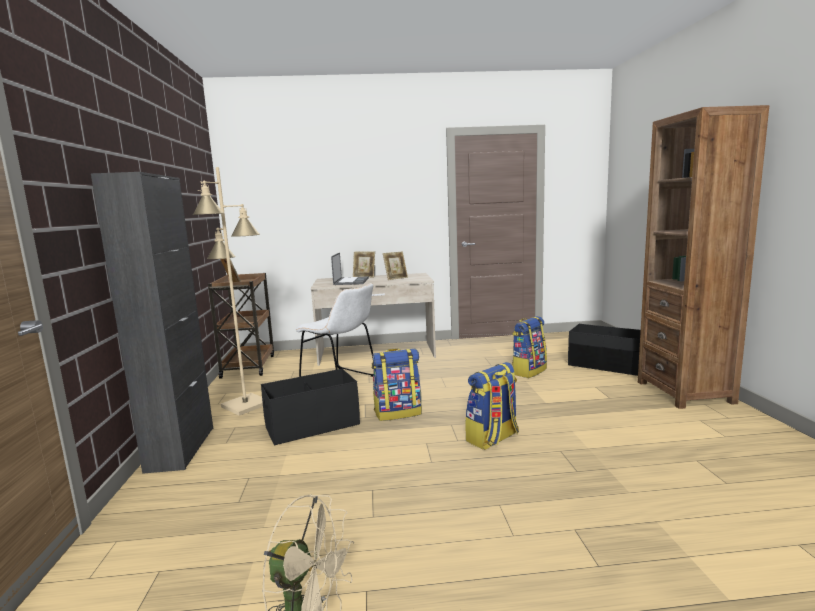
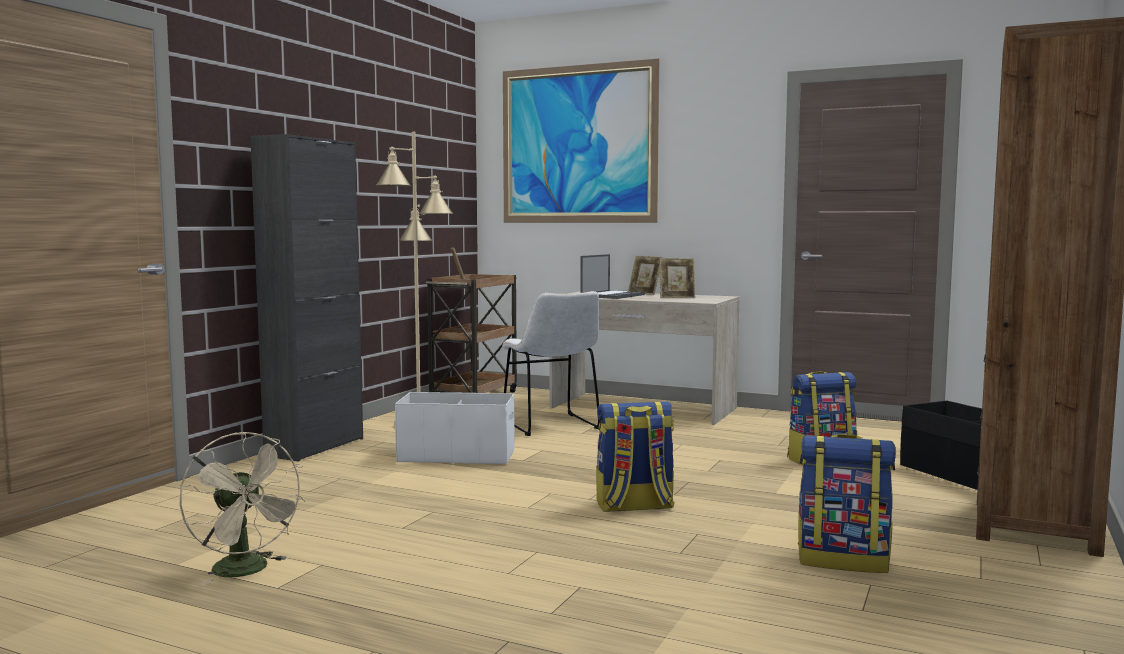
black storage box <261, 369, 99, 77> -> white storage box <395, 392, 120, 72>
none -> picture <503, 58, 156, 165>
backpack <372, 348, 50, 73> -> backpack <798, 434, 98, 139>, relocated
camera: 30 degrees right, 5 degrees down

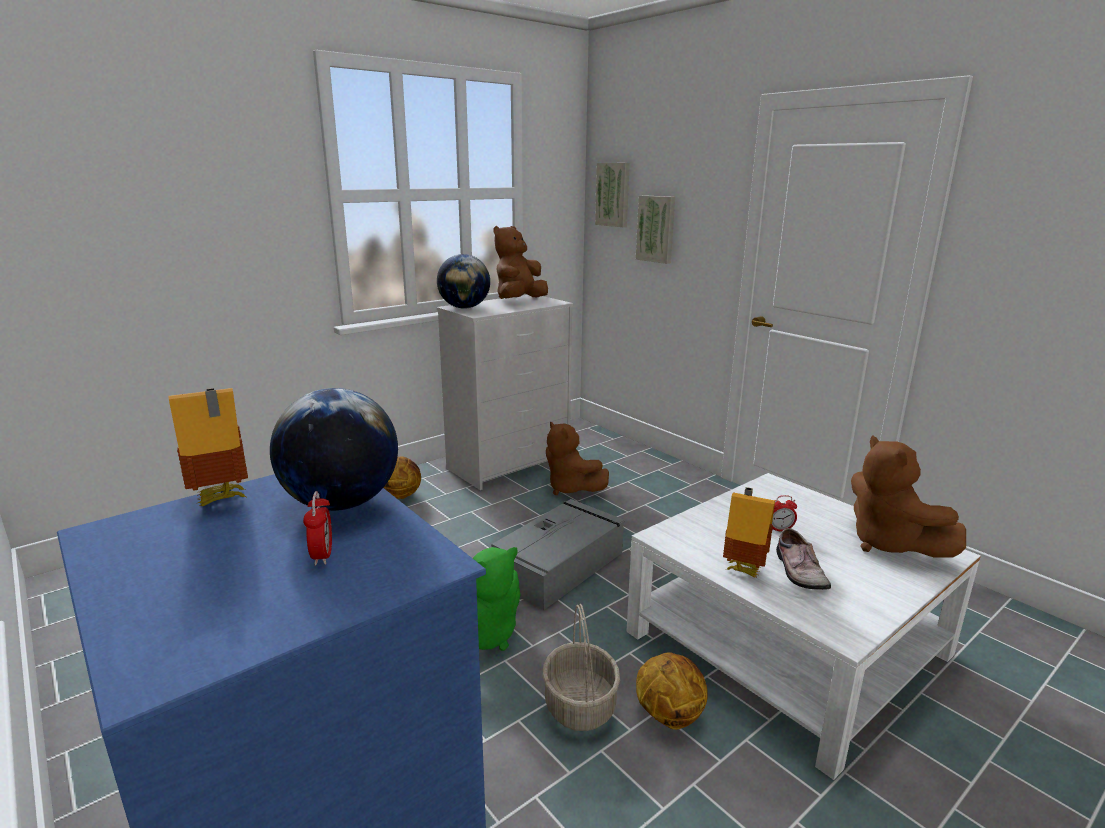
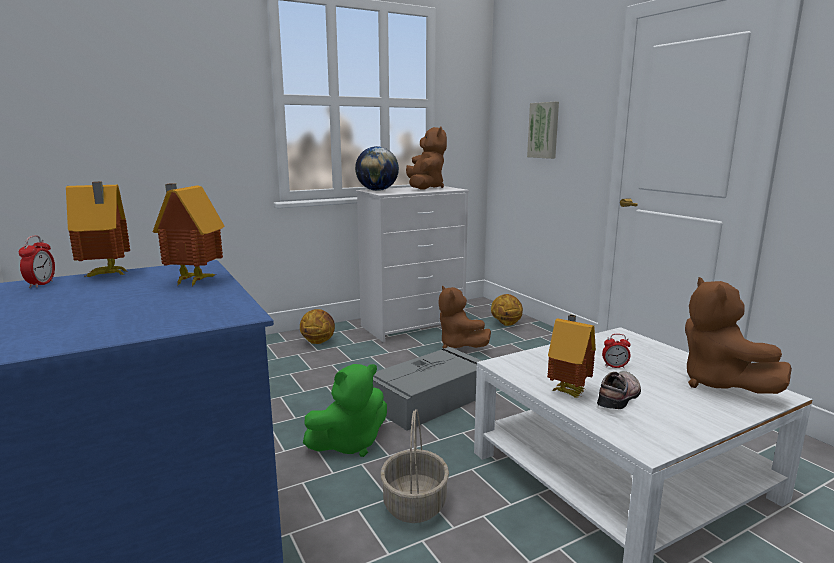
alarm clock <303, 491, 29, 75> -> alarm clock <19, 235, 36, 53>, relocated
globe <270, 388, 128, 123> -> toy house <153, 184, 71, 103>
brown plush toy <494, 226, 54, 73> -> brown plush toy <406, 126, 41, 64>, 135 degrees clockwise
basketball <636, 652, 72, 78> -> basketball <491, 294, 32, 32>, relocated
shoe <776, 528, 55, 62> -> shoe <597, 371, 44, 38>, 150 degrees counterclockwise
picture <595, 163, 35, 64> -> none
camera: 10 degrees right, 5 degrees down

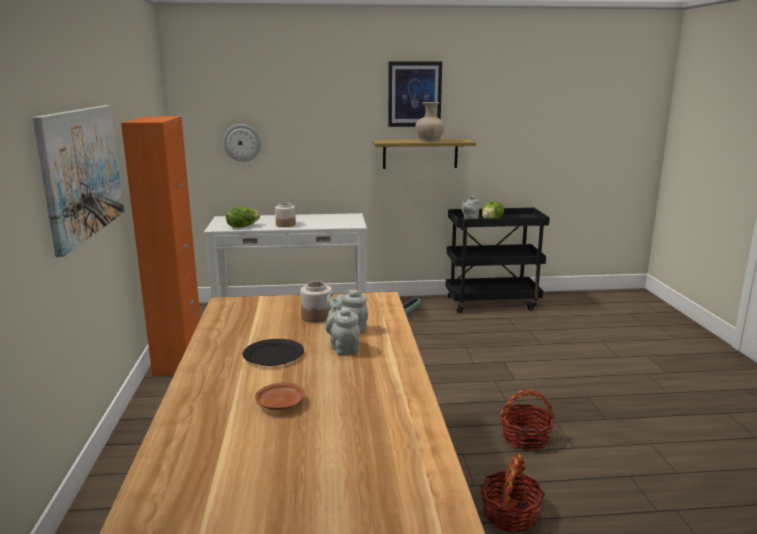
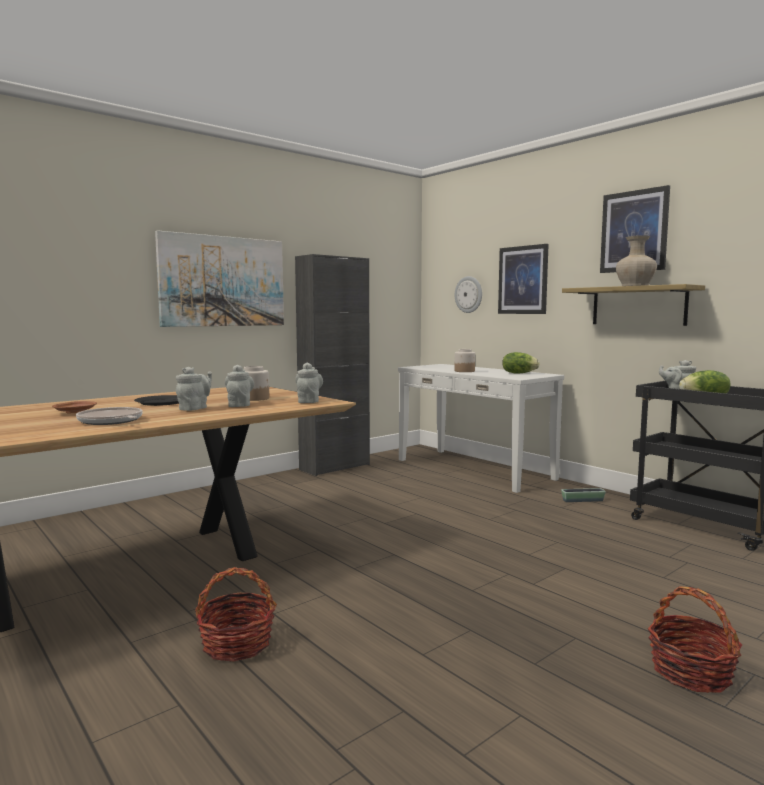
none -> frying pan <76, 407, 67, 18>
orange cabinet <121, 116, 79, 261> -> black cabinet <295, 254, 75, 222>
none -> grey teapot <295, 363, 28, 40>
none -> picture <498, 244, 51, 70>
lettuce <226, 207, 34, 20> -> lettuce <502, 352, 38, 21>, relocated
basket <500, 389, 55, 62> -> basket <648, 586, 94, 107>, relocated
camera: 55 degrees right, 10 degrees down

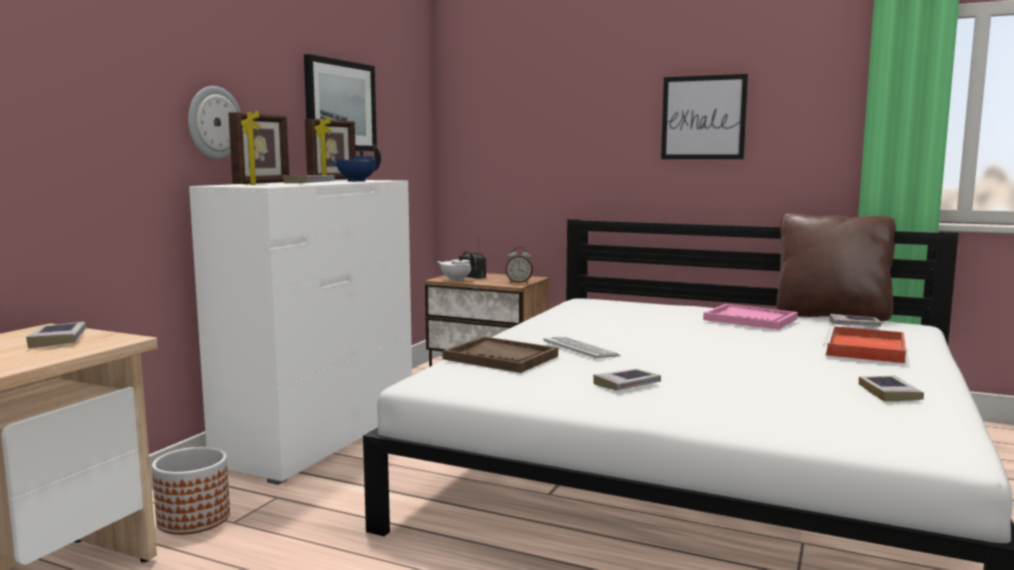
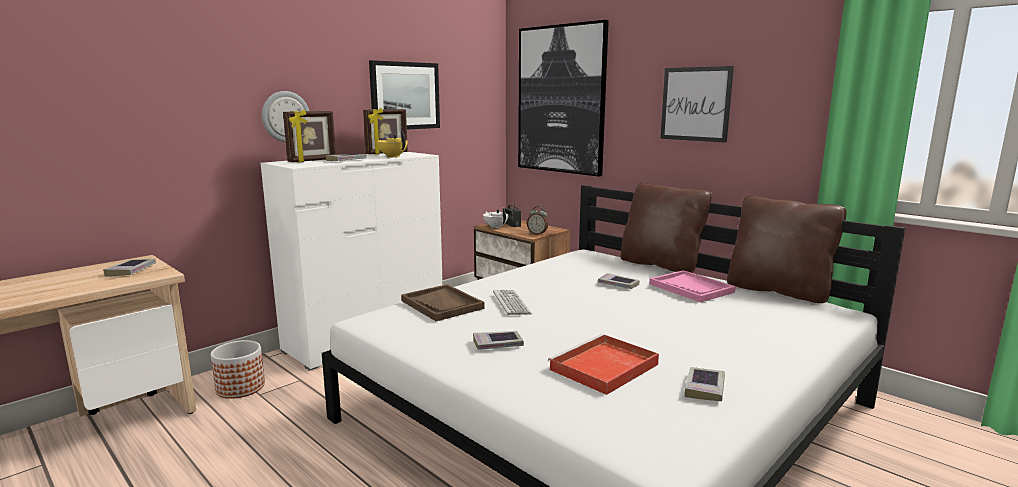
blue teapot <330, 145, 51, 37> -> yellow teapot <377, 131, 31, 27>
none -> picture <518, 20, 91, 156>
red tray <823, 326, 83, 37> -> red tray <548, 334, 111, 61>, relocated
book <830, 314, 51, 13> -> book <598, 273, 42, 16>, relocated
none -> brown pillow <620, 183, 92, 90>
camera: 20 degrees right, 5 degrees up

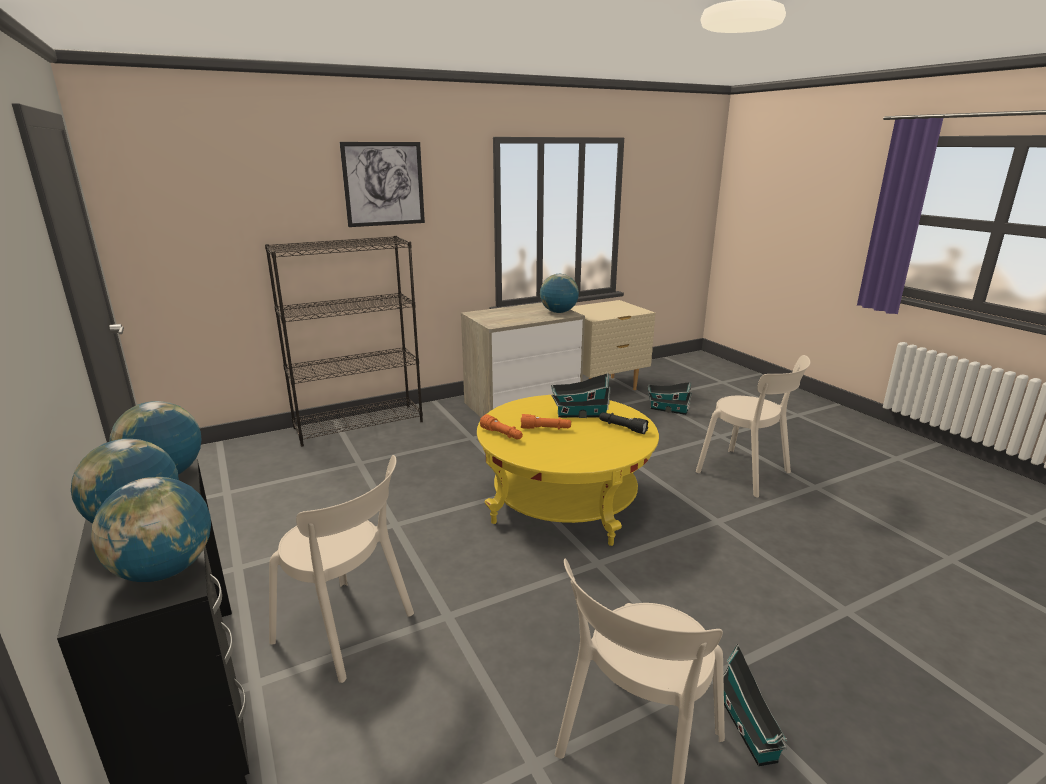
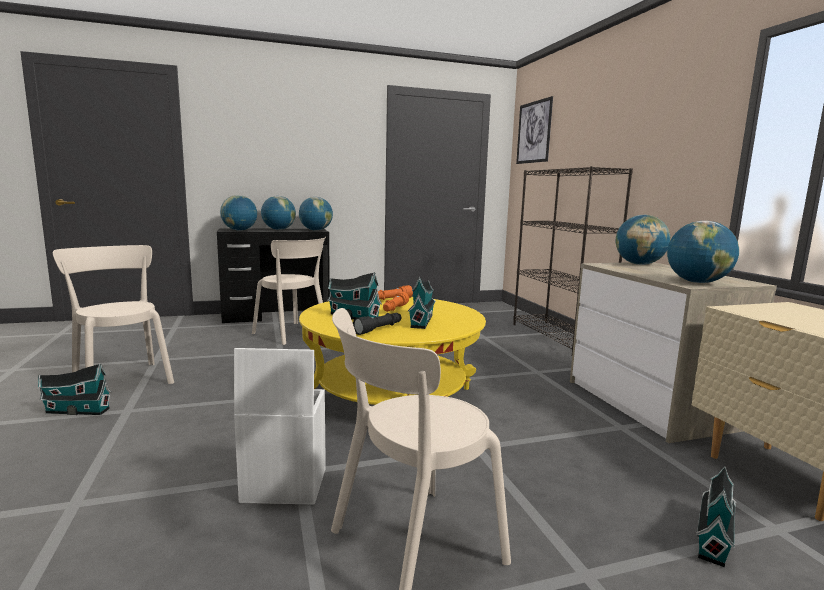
none -> white storage box <234, 348, 92, 156>
beige chair <269, 455, 145, 228> -> beige chair <252, 237, 74, 108>, 90 degrees counterclockwise
none -> toy house <328, 272, 54, 48>
picture <340, 142, 85, 85> -> picture <516, 96, 37, 68>, relocated
none -> globe <616, 215, 55, 50>
camera: 100 degrees right, 10 degrees down

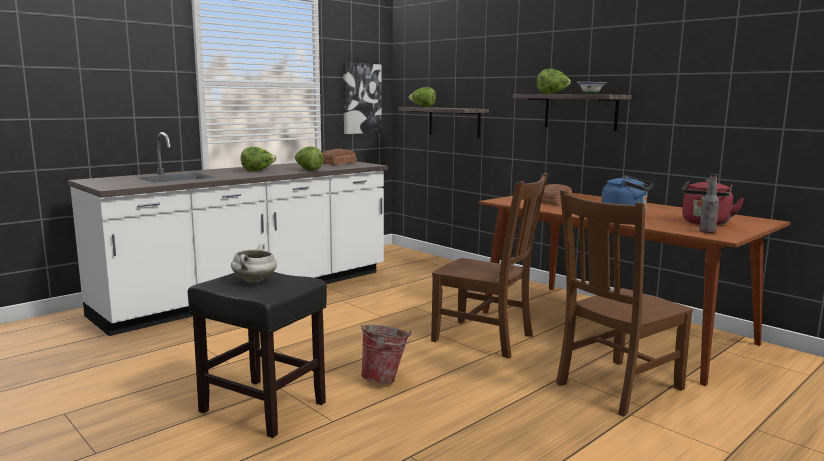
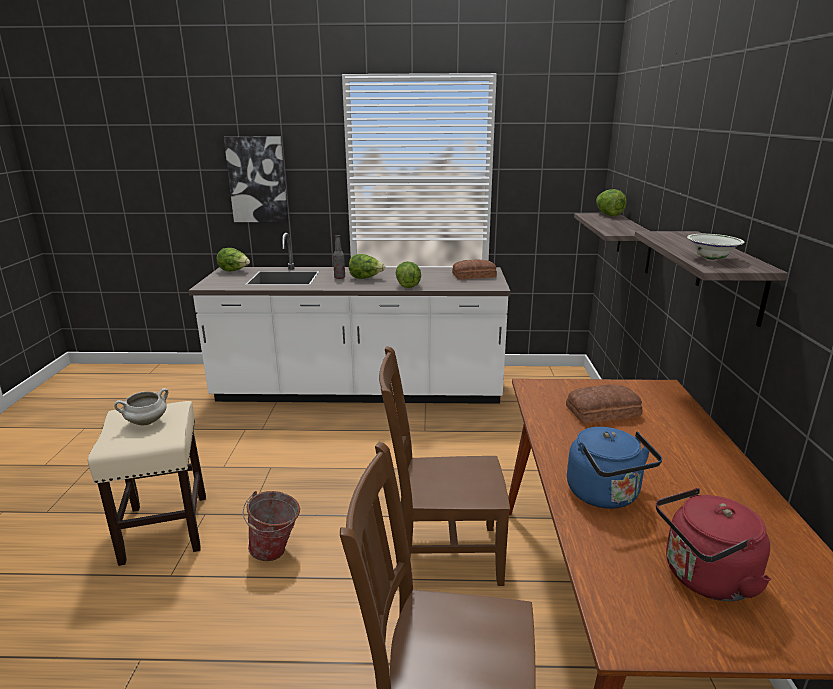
black stool <188, 271, 139, 167> -> beige stool <88, 401, 118, 165>
lettuce <537, 68, 34, 26> -> lettuce <217, 248, 33, 24>, relocated
picture <343, 63, 39, 71> -> picture <224, 137, 64, 85>, relocated
bottle <699, 174, 20, 59> -> bottle <333, 235, 12, 44>, relocated
brown chair <431, 173, 117, 186> -> brown chair <379, 346, 131, 240>, 105 degrees clockwise
camera: 45 degrees right, 10 degrees up

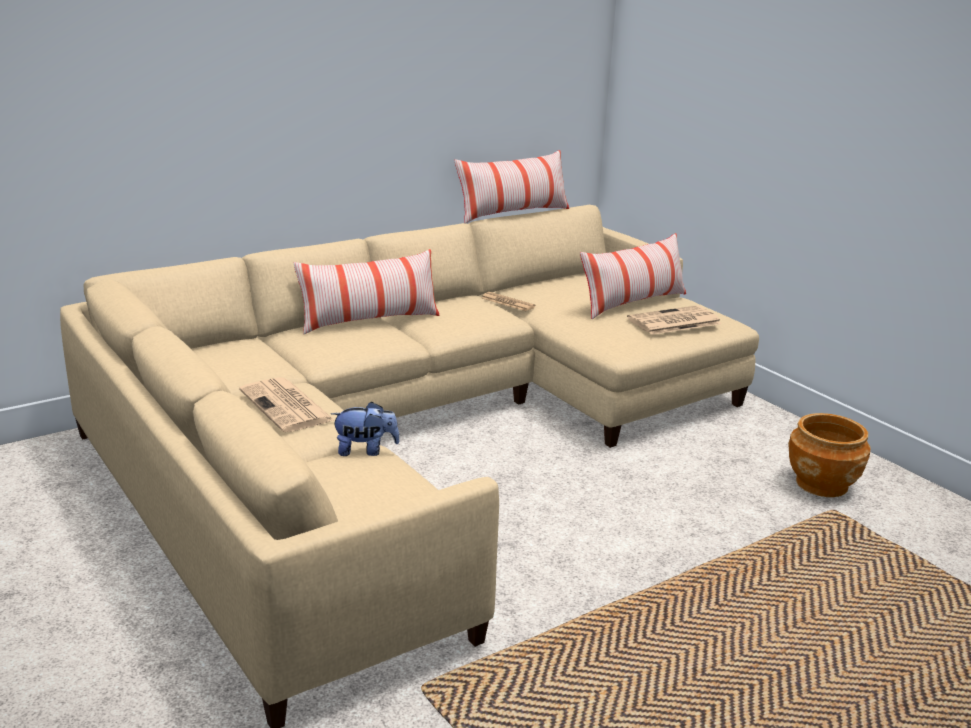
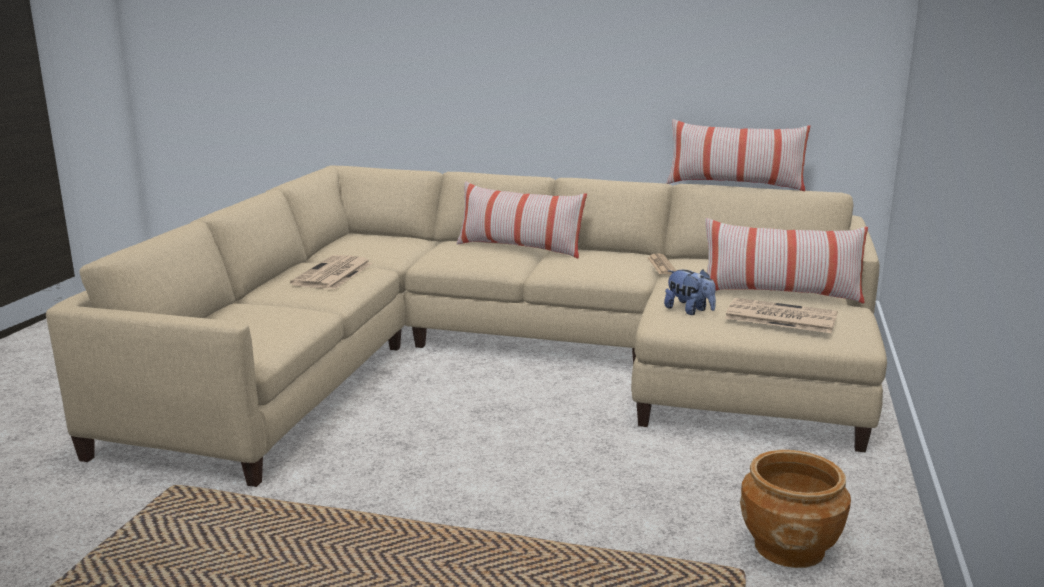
plush toy <331, 401, 69, 55> -> plush toy <664, 269, 52, 46>, relocated
camera: 50 degrees right, 5 degrees down

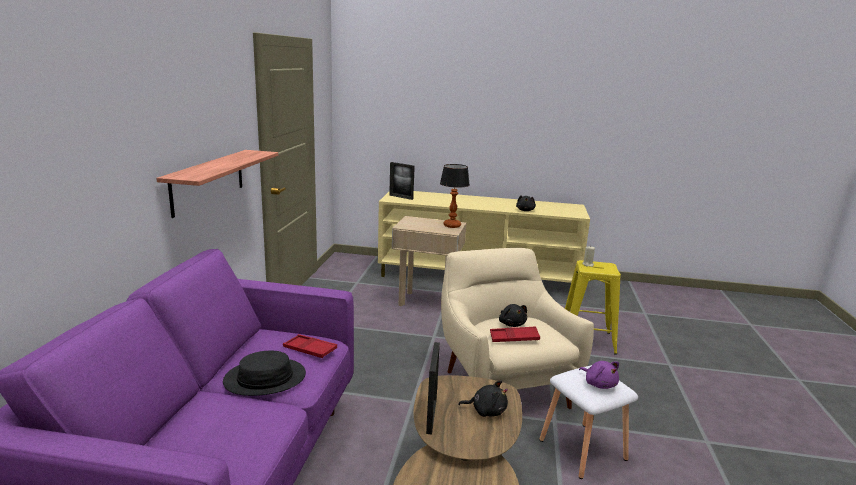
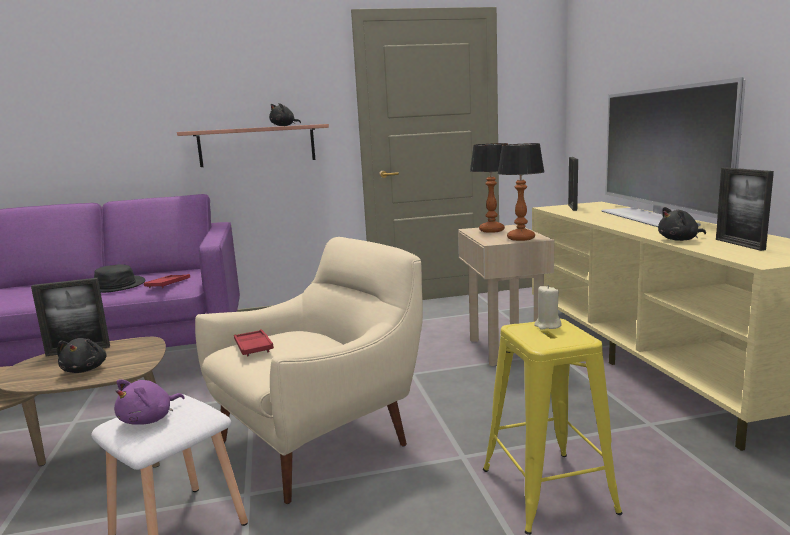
black plush toy <499, 304, 28, 23> -> black plush toy <269, 103, 32, 23>, relocated
none -> table lamp <470, 143, 38, 90>
none -> television <602, 77, 144, 150>
none -> picture frame <716, 168, 58, 83>
camera: 70 degrees right, 5 degrees down

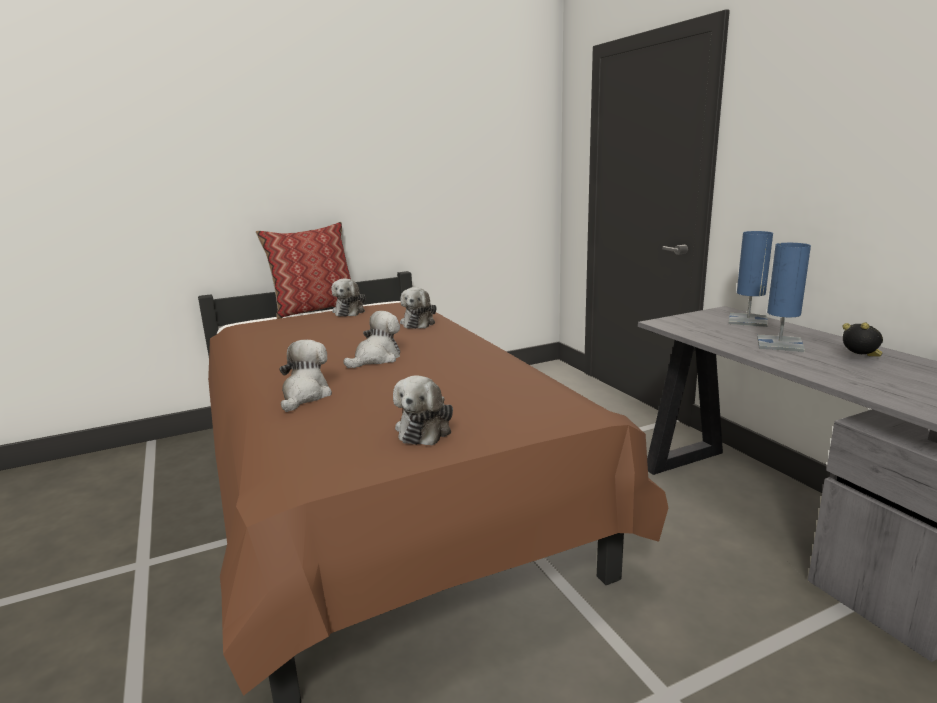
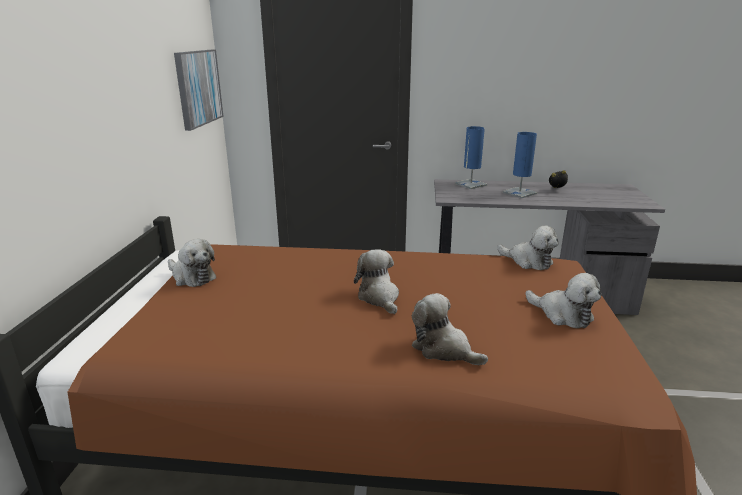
none -> picture <174, 50, 50, 81>
plush toy <400, 287, 36, 42> -> plush toy <497, 226, 62, 44>, relocated
pillow <256, 222, 95, 97> -> none
camera: 60 degrees left, 5 degrees up

